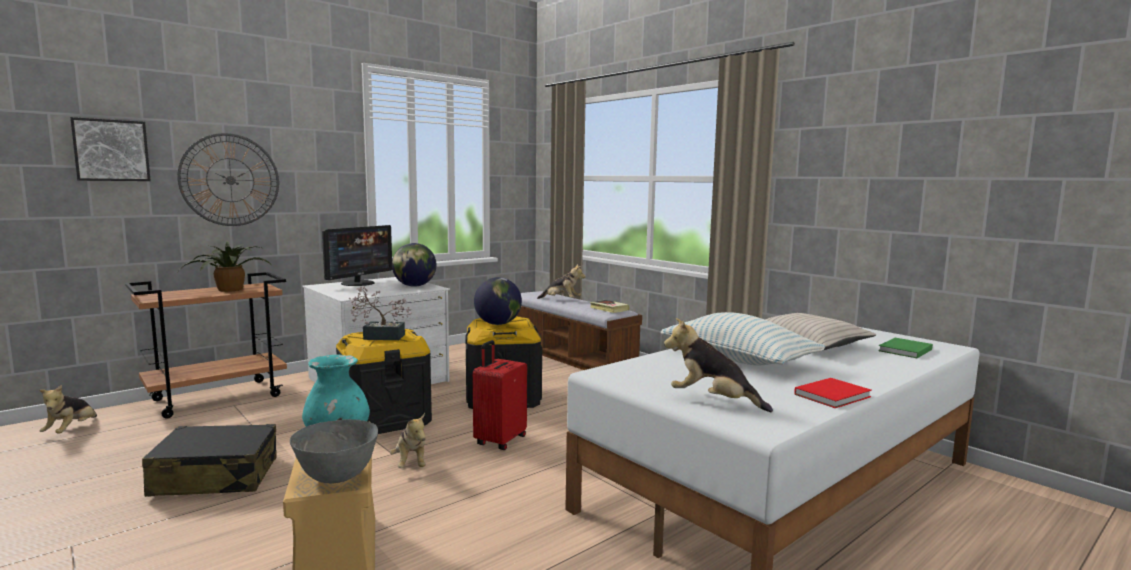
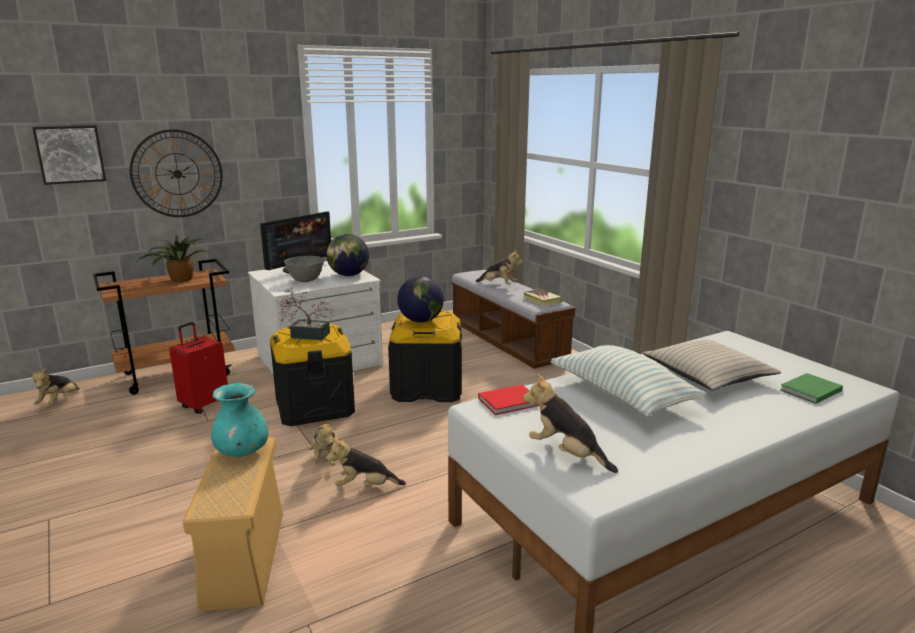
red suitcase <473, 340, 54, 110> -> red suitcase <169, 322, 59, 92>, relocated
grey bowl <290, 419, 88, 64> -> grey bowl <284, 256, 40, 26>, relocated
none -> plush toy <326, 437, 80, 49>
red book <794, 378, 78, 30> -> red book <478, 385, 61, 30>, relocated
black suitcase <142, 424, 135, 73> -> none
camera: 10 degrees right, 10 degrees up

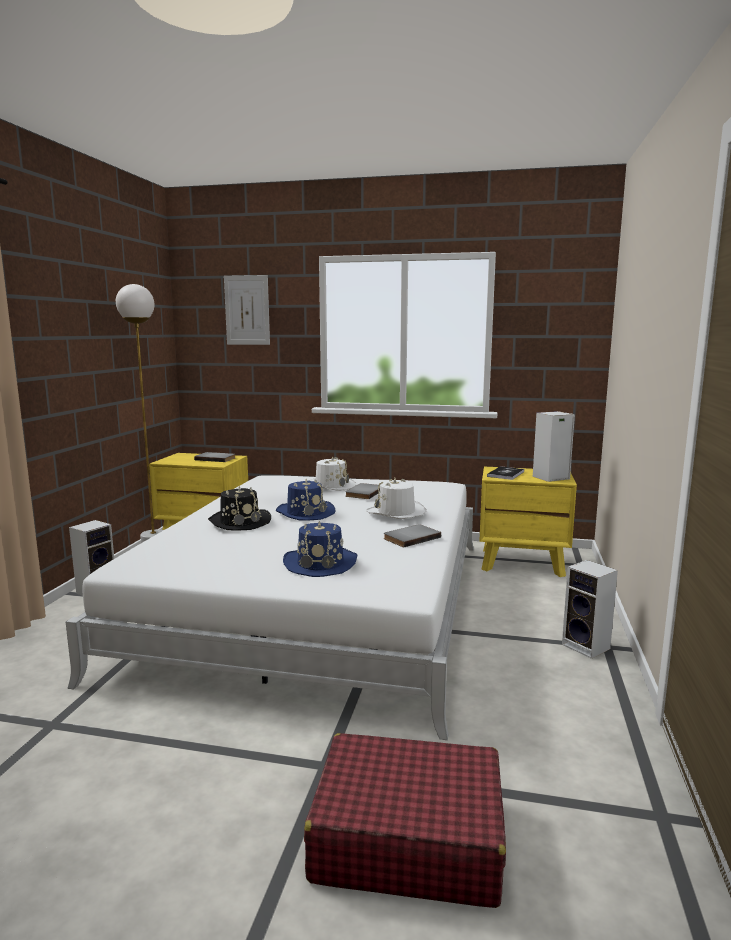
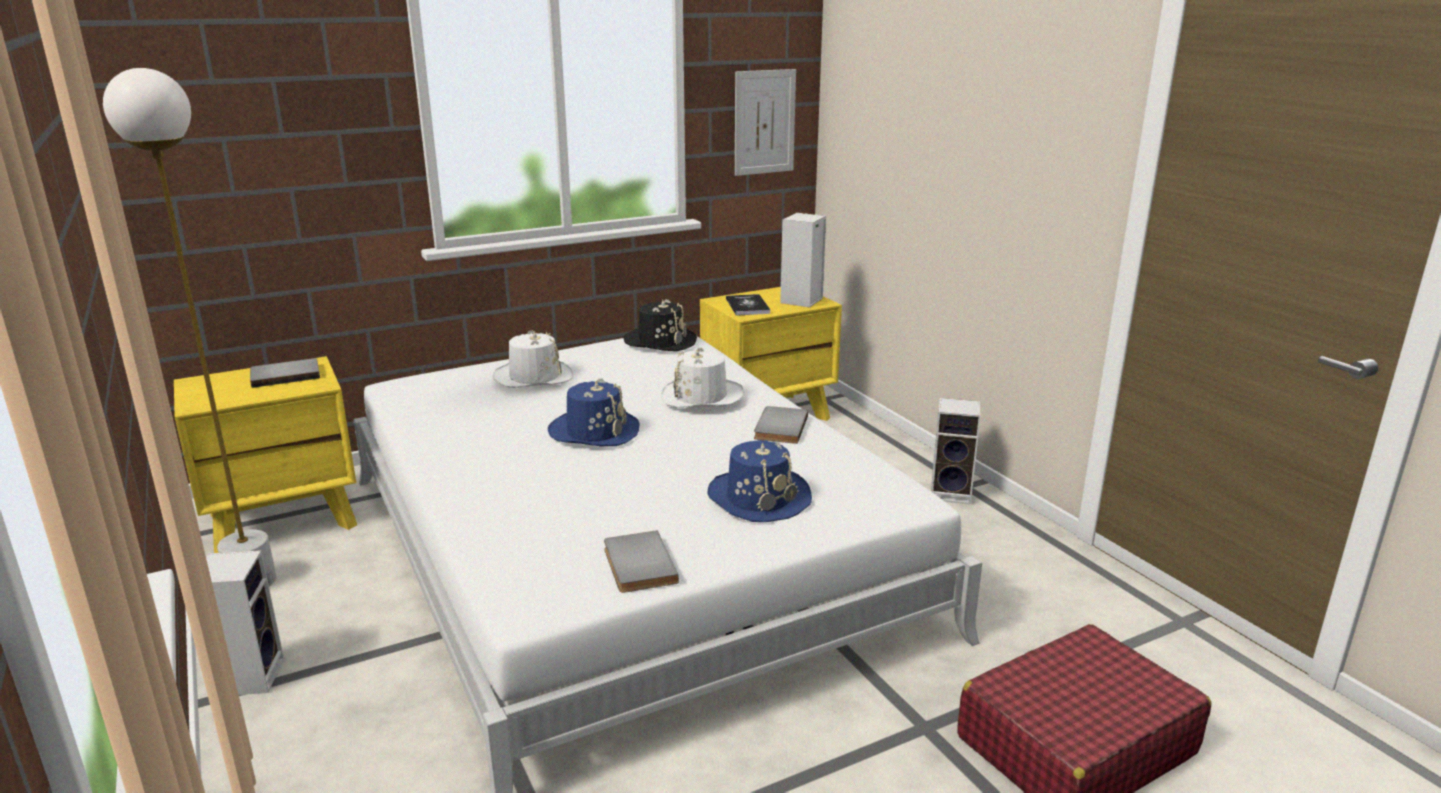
grey book <345, 483, 35, 16> -> grey book <604, 530, 75, 63>, relocated
black hat <208, 486, 63, 45> -> black hat <623, 299, 74, 52>, relocated
picture <224, 275, 46, 70> -> picture <735, 69, 61, 107>, relocated
camera: 40 degrees left, 10 degrees up

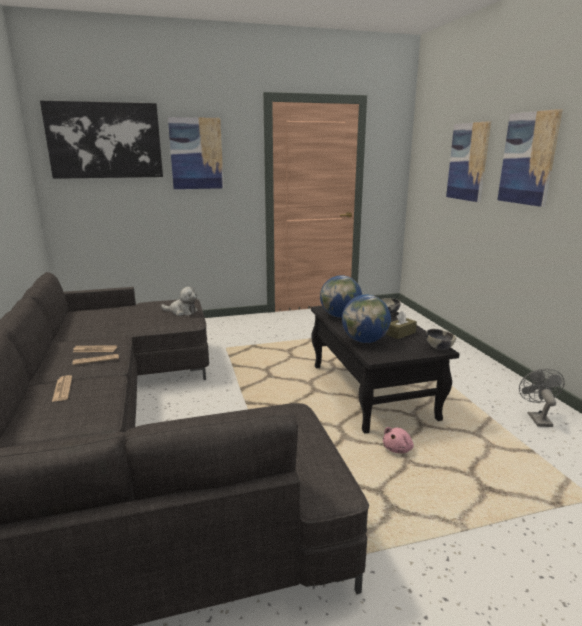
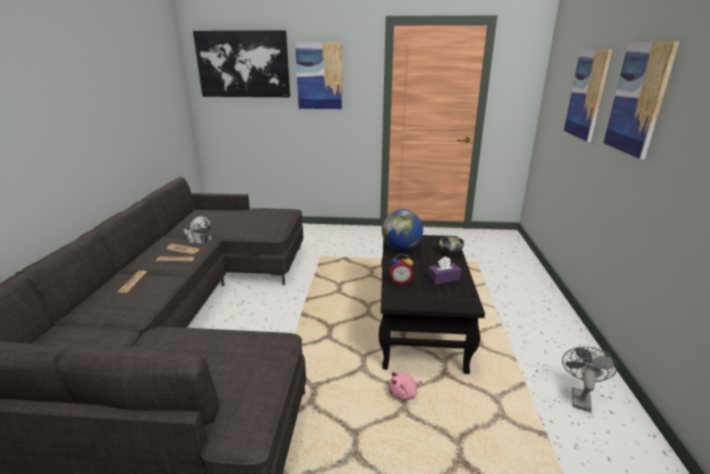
plush toy <161, 287, 37, 29> -> plush toy <184, 216, 28, 27>, relocated
globe <342, 295, 49, 48> -> alarm clock <389, 254, 25, 30>
brown tissue box <386, 311, 31, 28> -> purple tissue box <428, 256, 33, 29>
bowl <426, 329, 30, 22> -> none
camera: 20 degrees right, 5 degrees up

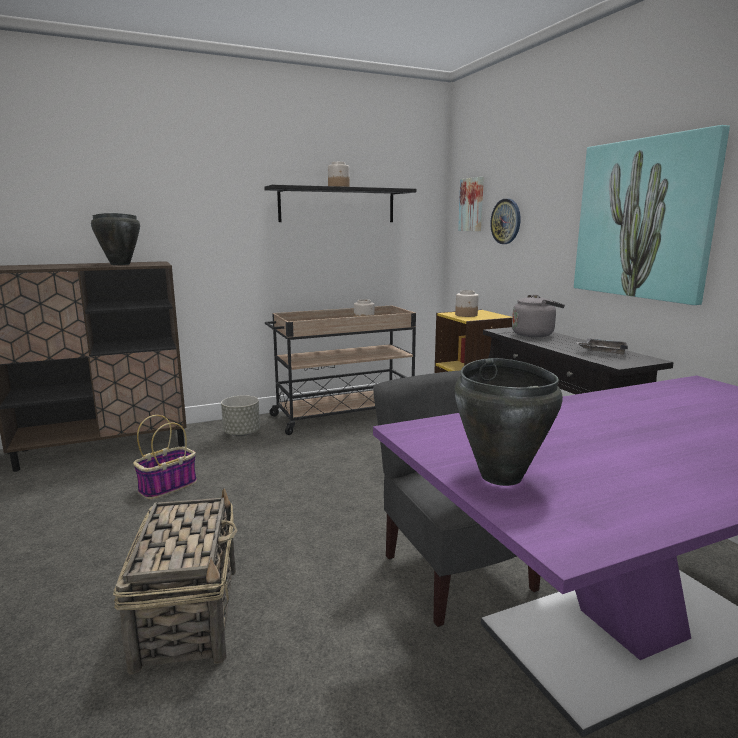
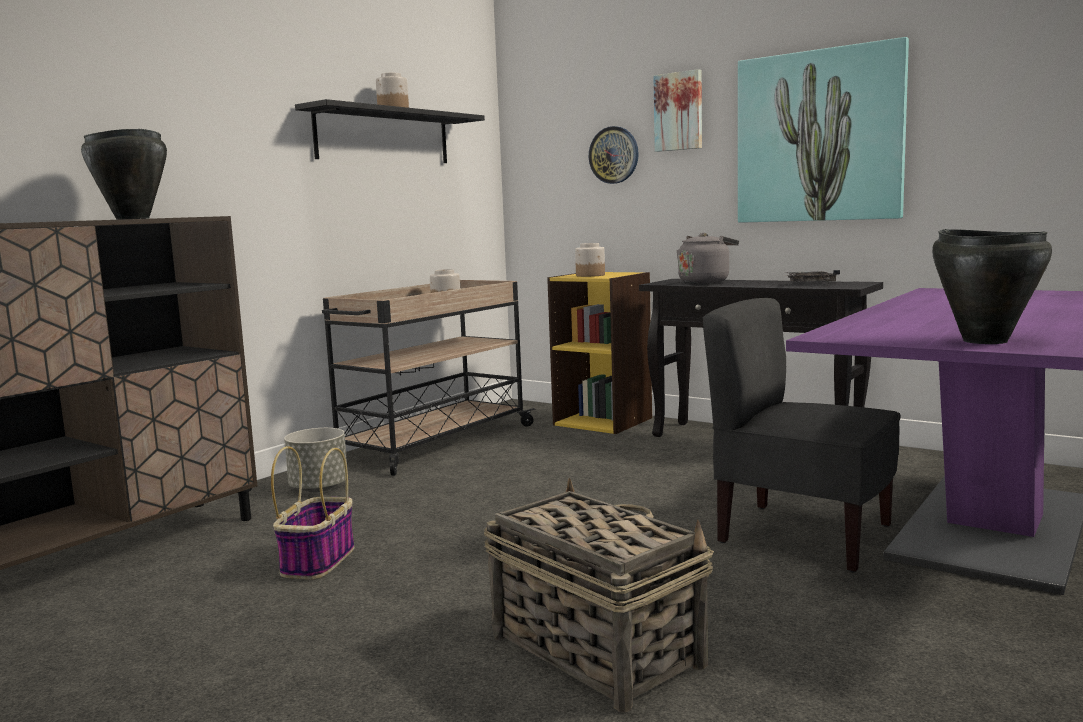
picture <458, 177, 26, 54> -> picture <654, 69, 48, 83>, relocated
camera: 30 degrees left, 5 degrees down

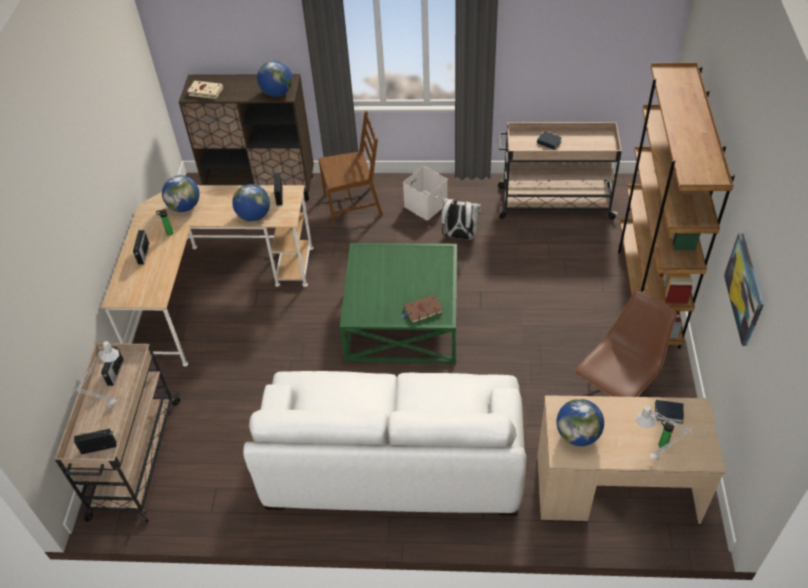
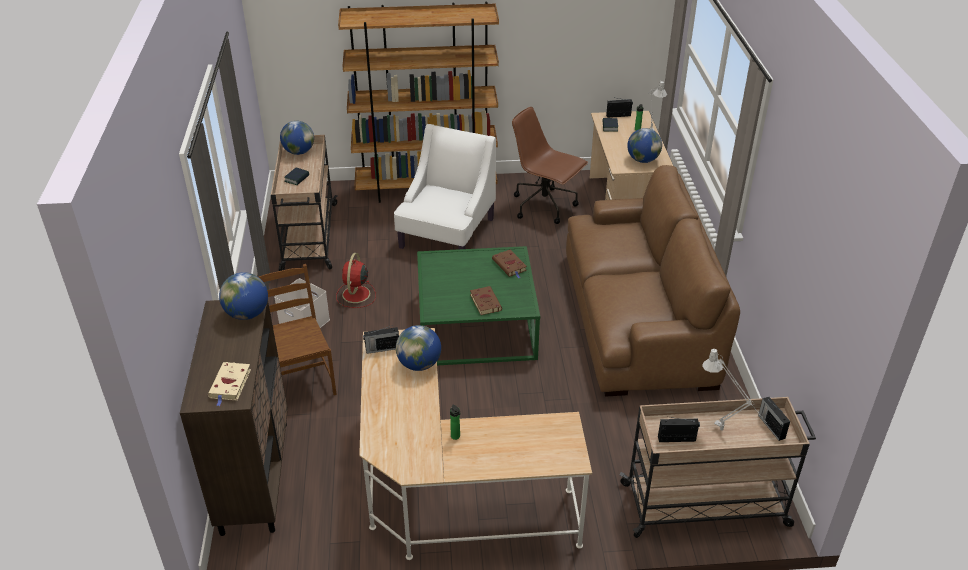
globe <162, 175, 38, 37> -> globe <280, 121, 34, 34>, relocated
white backpack <441, 198, 40, 42> -> red fan <336, 253, 40, 55>
none -> white armchair <394, 124, 102, 125>
none -> brown book <470, 286, 32, 29>
white sofa <243, 371, 283, 145> -> brown sofa <566, 165, 174, 232>
radio <133, 229, 16, 36> -> radio <606, 97, 27, 21>, relocated
picture <724, 233, 40, 113> -> none
camera: 100 degrees left, 10 degrees down

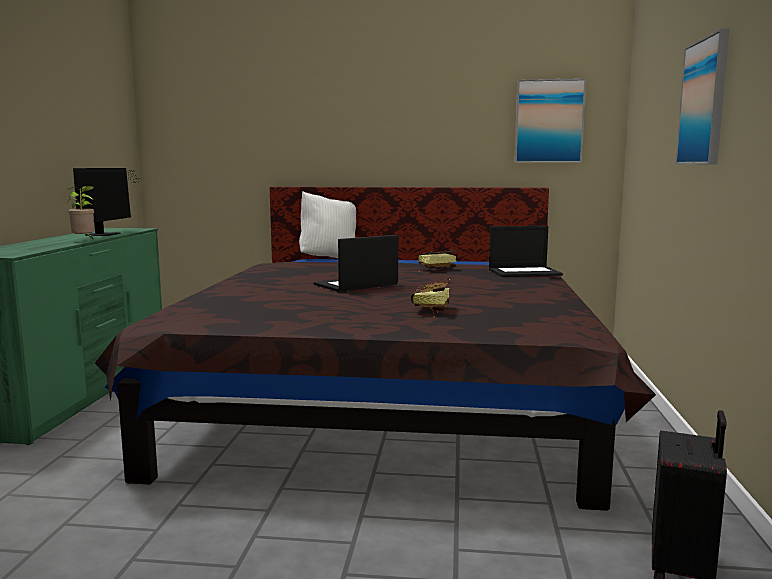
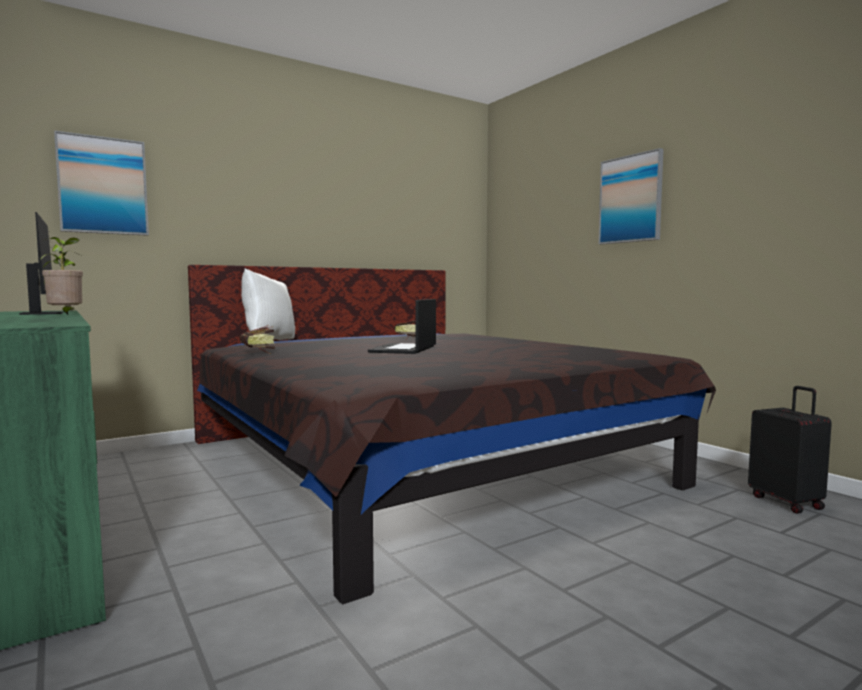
picture <514, 78, 72, 85> -> picture <54, 130, 95, 106>, relocated
book <411, 279, 40, 39> -> book <240, 326, 35, 28>, relocated
laptop <489, 226, 74, 51> -> none
camera: 40 degrees left, 5 degrees down

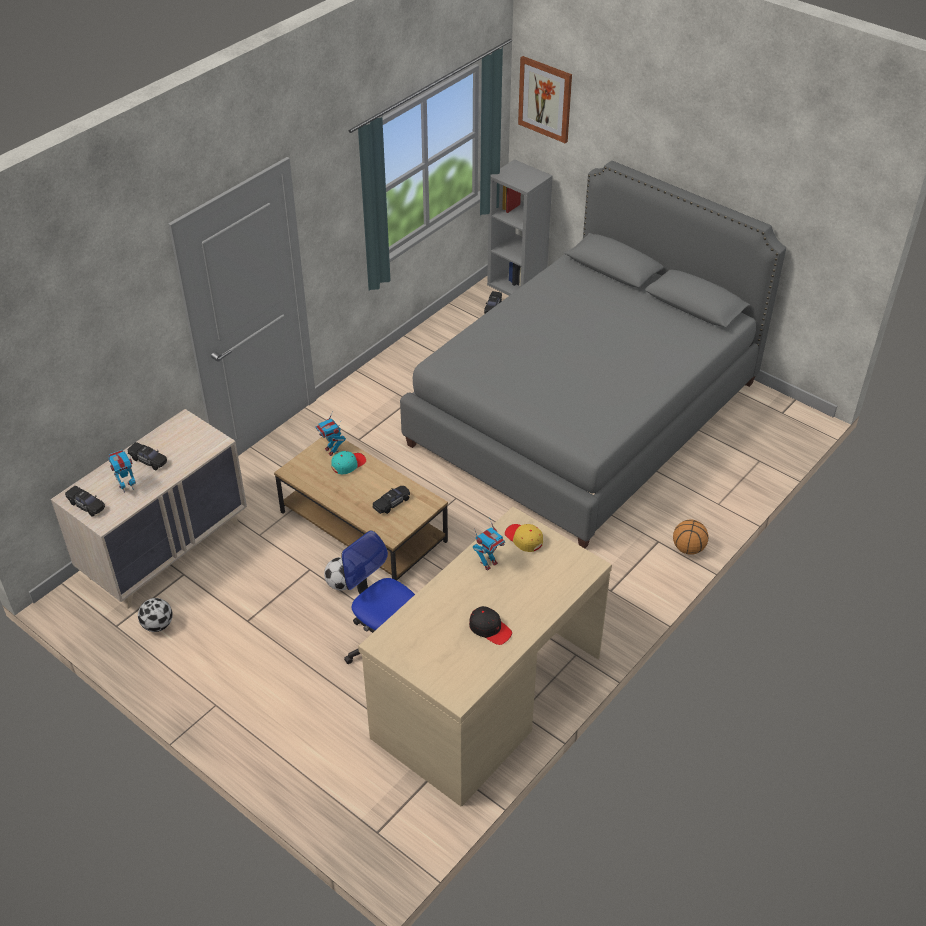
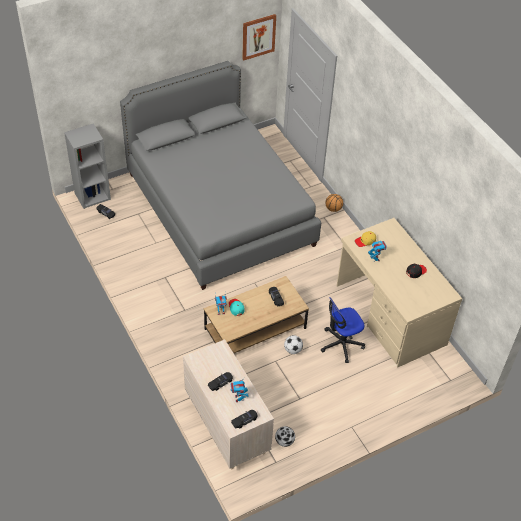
picture <518, 56, 54, 87> -> picture <242, 14, 34, 47>, relocated
camera: 70 degrees left, 5 degrees up

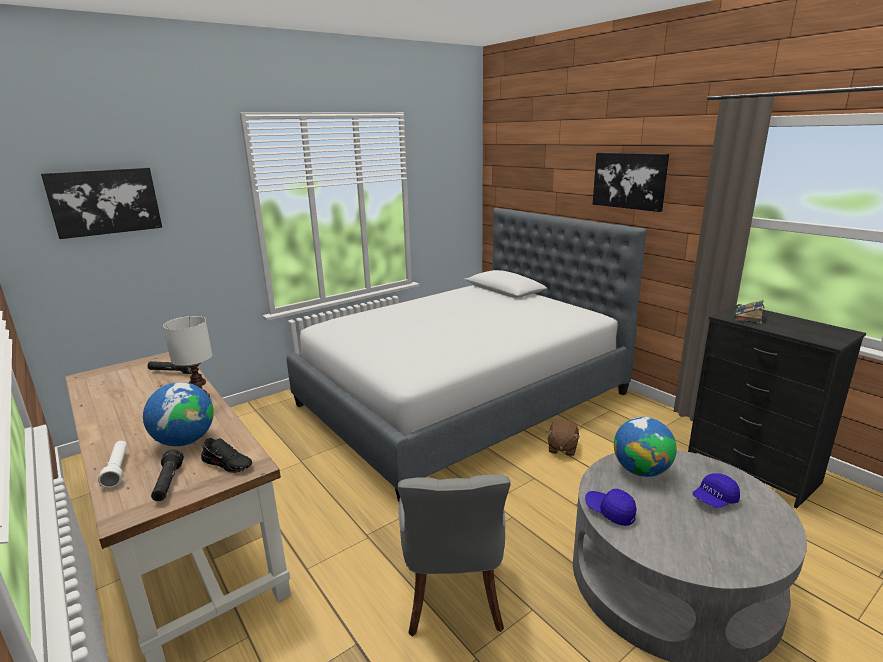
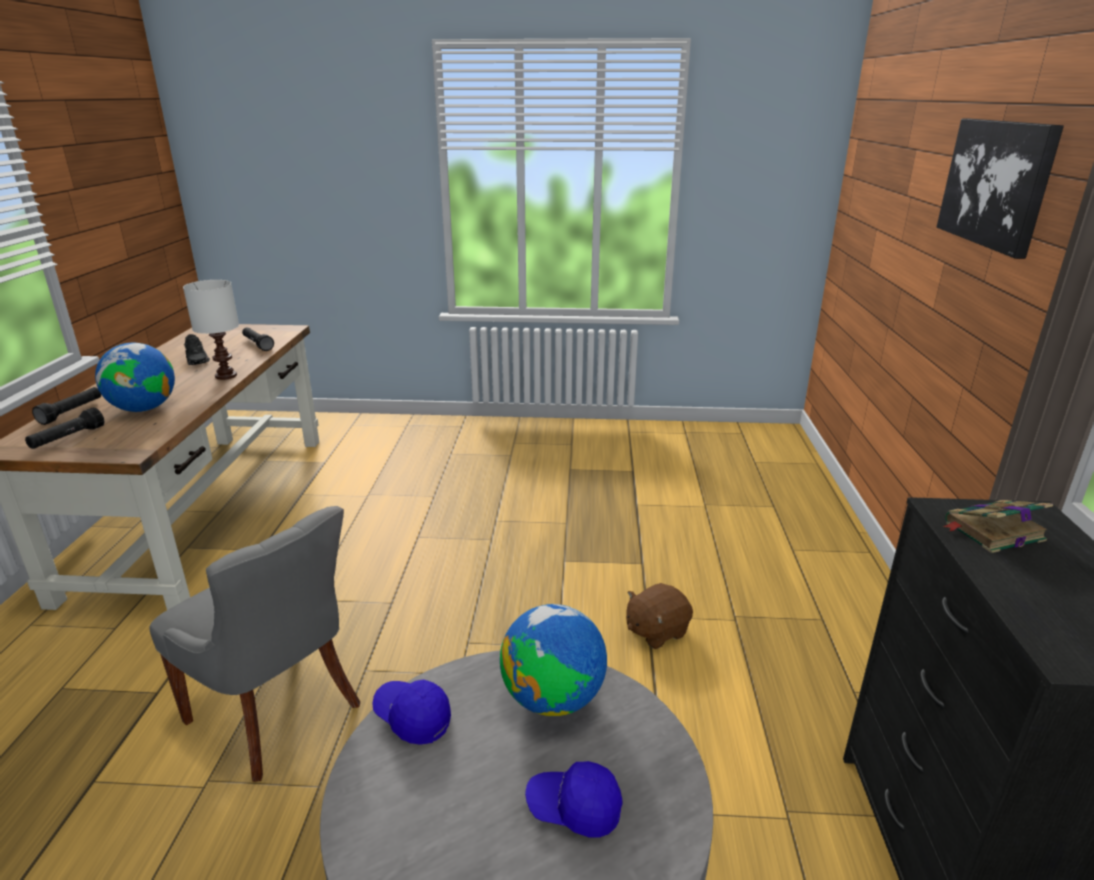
white flashlight <98, 441, 29, 47> -> black flashlight <32, 387, 69, 38>
grey chair <398, 474, 113, 163> -> grey chair <149, 506, 211, 276>, 90 degrees counterclockwise
black shoe <201, 438, 51, 35> -> black shoe <184, 334, 26, 31>, relocated
blue cap <585, 489, 51, 37> -> blue cap <372, 679, 79, 66>, 45 degrees counterclockwise
picture <41, 167, 121, 72> -> none
bed <287, 208, 360, 294> -> none
camera: 40 degrees right, 5 degrees up

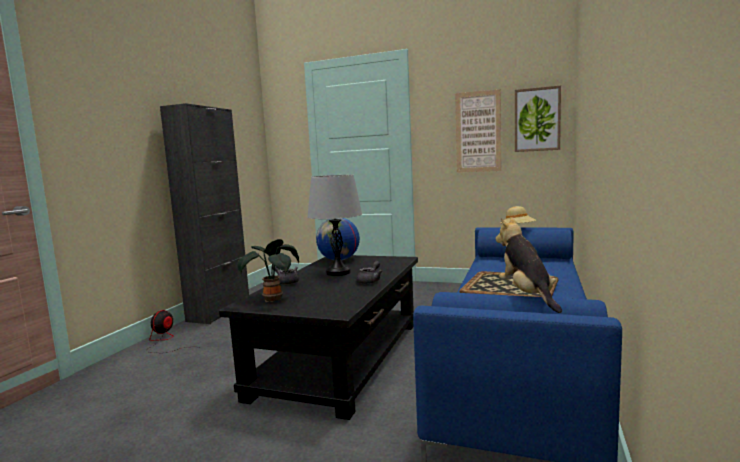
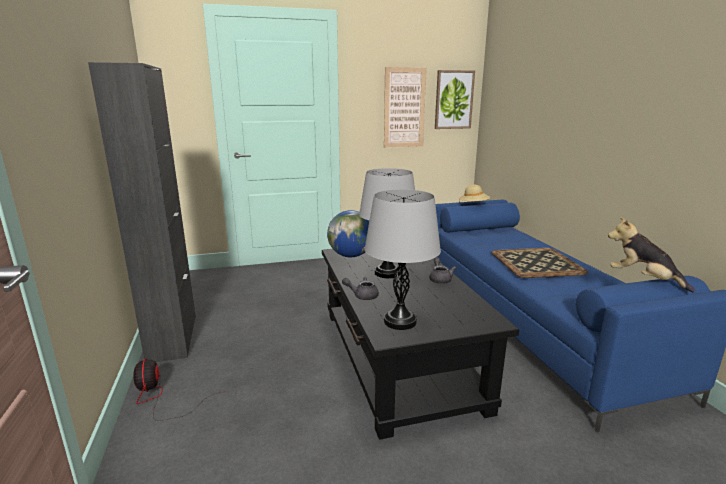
potted plant <238, 239, 61, 63> -> grey table lamp <365, 189, 76, 141>
camera: 35 degrees left, 10 degrees up

